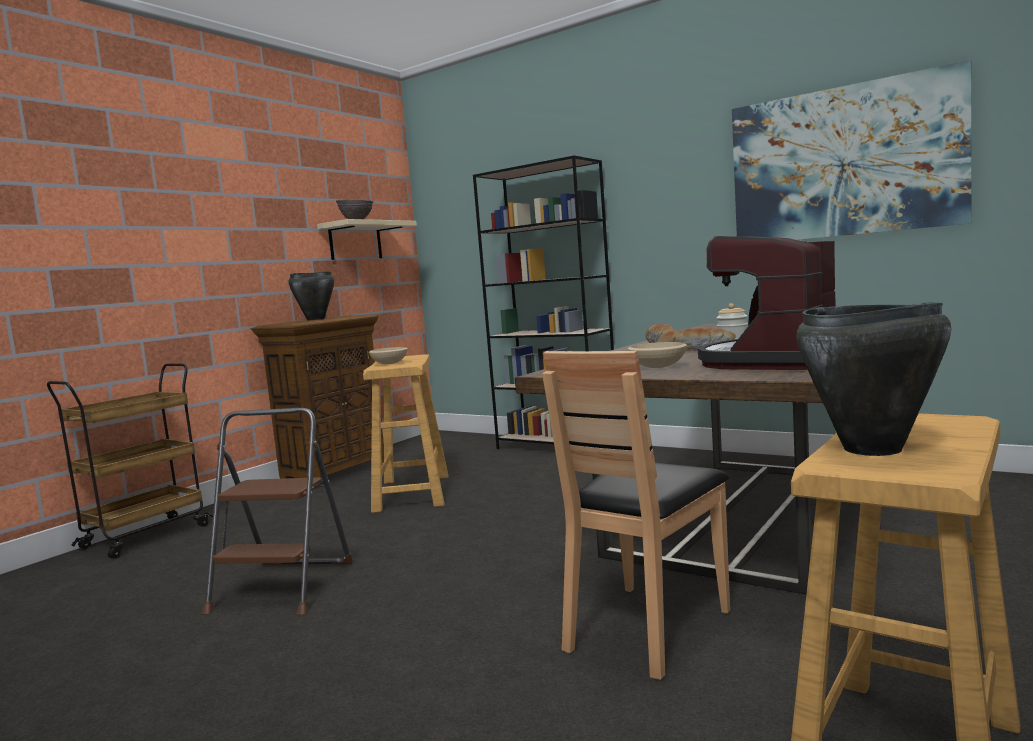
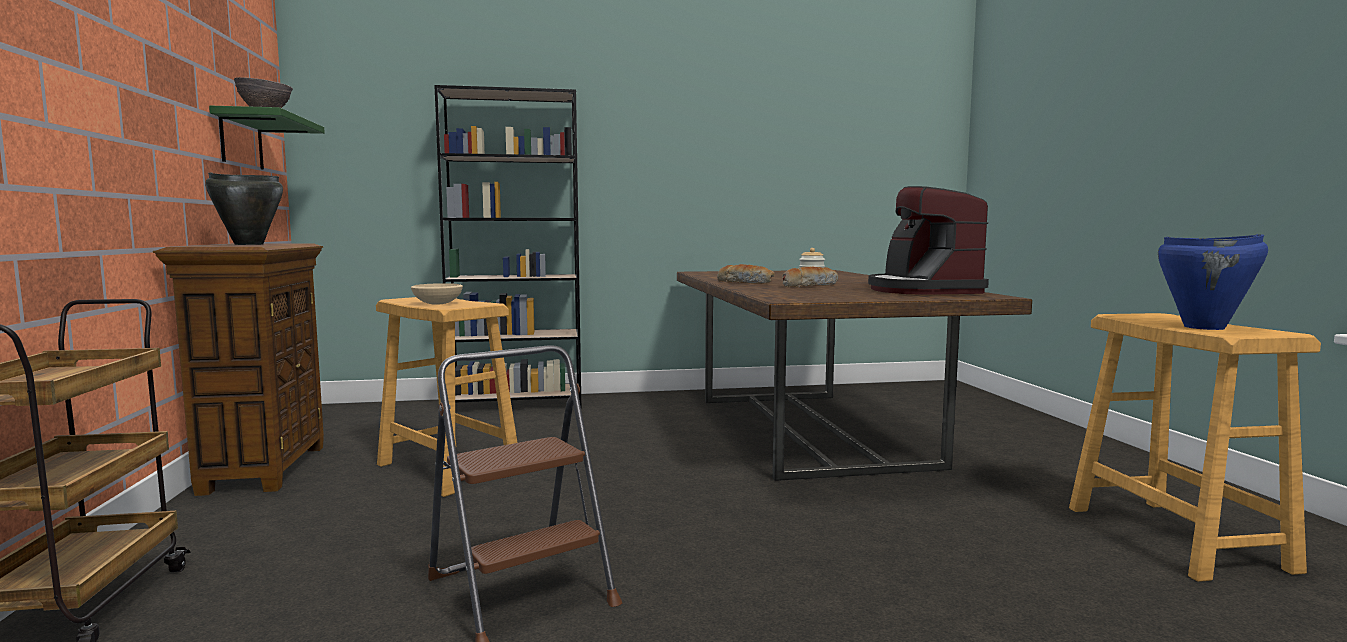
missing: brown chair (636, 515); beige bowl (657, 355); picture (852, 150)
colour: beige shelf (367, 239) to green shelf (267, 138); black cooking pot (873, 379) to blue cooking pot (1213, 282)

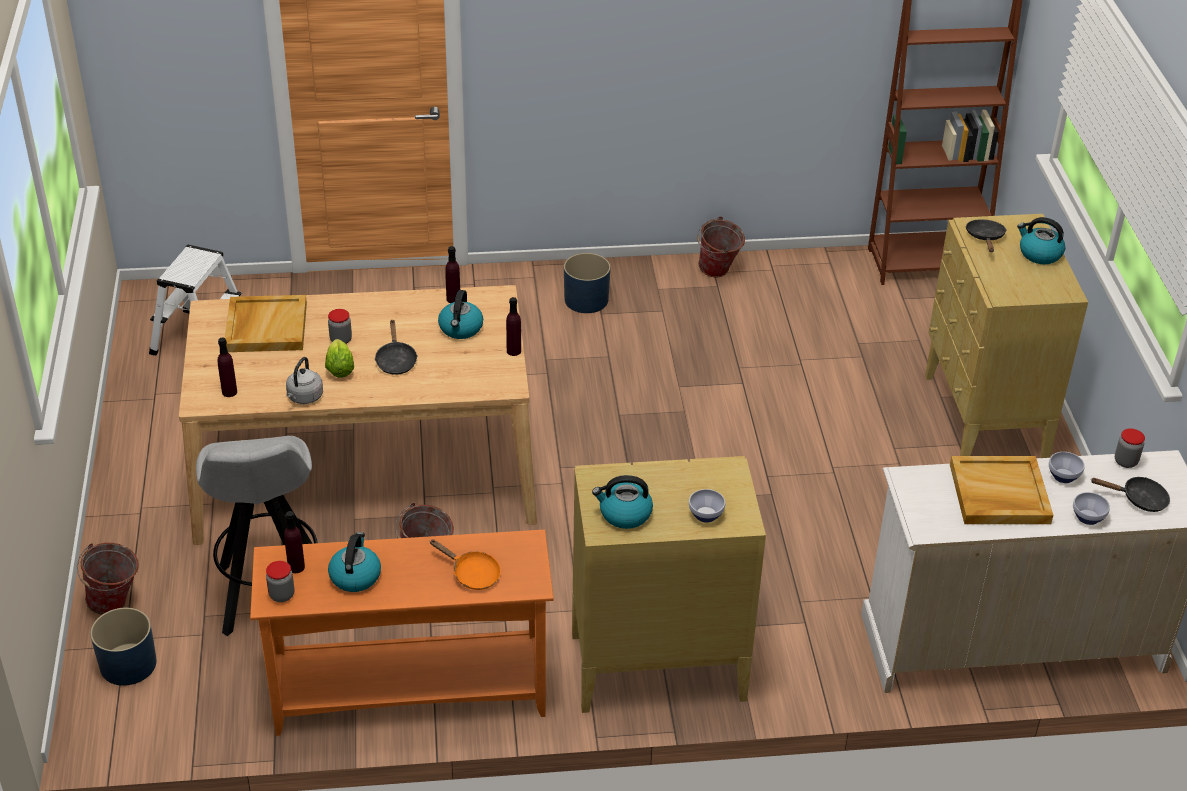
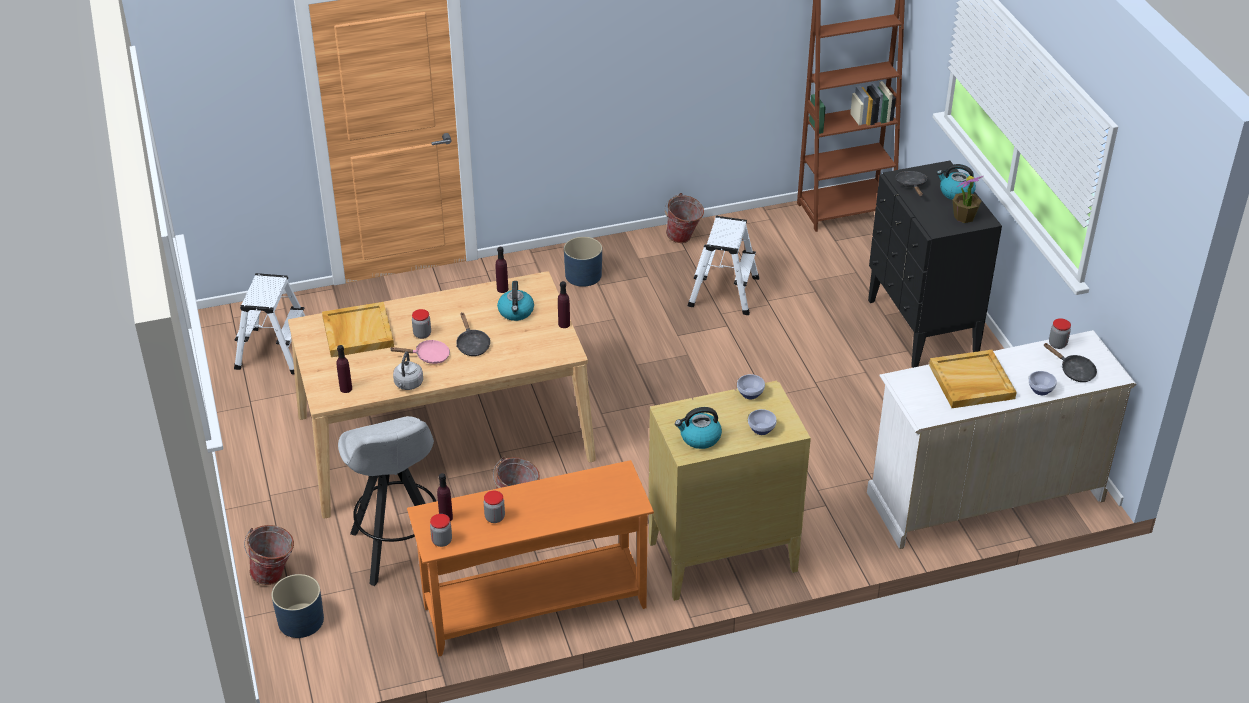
missing: orange frying pan (465, 564)
appeared: white step ladder (723, 265); potted plant (968, 199)
relocated: bowl (1067, 467) to (751, 386)
exchanged: lettuce (339, 358) to pink frying pan (420, 352); kettle (354, 562) to jar (494, 507)
colour: beige dresser (1006, 336) to black dresser (935, 264)
spun: black frying pan (1130, 494) = (1070, 362) 45 degrees clockwise

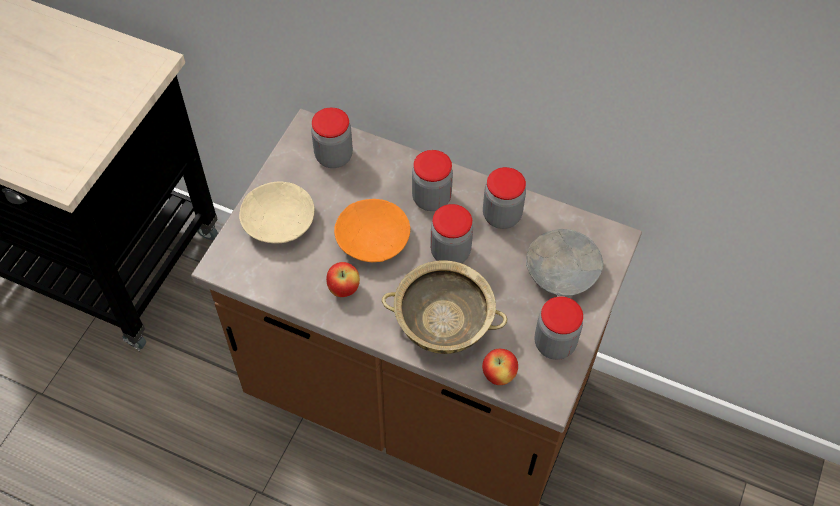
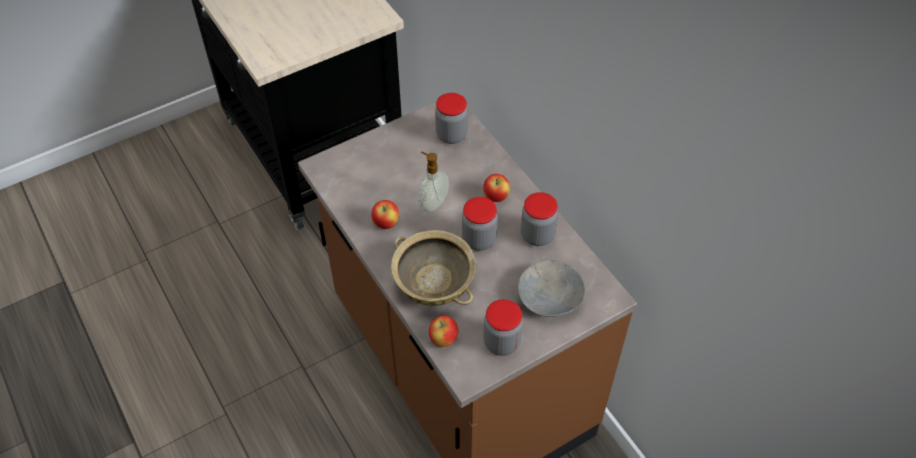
missing: beige bowl (277, 212)
exchanged: orange bowl (372, 230) to soap dispenser (433, 182); jar (432, 180) to apple (496, 188)

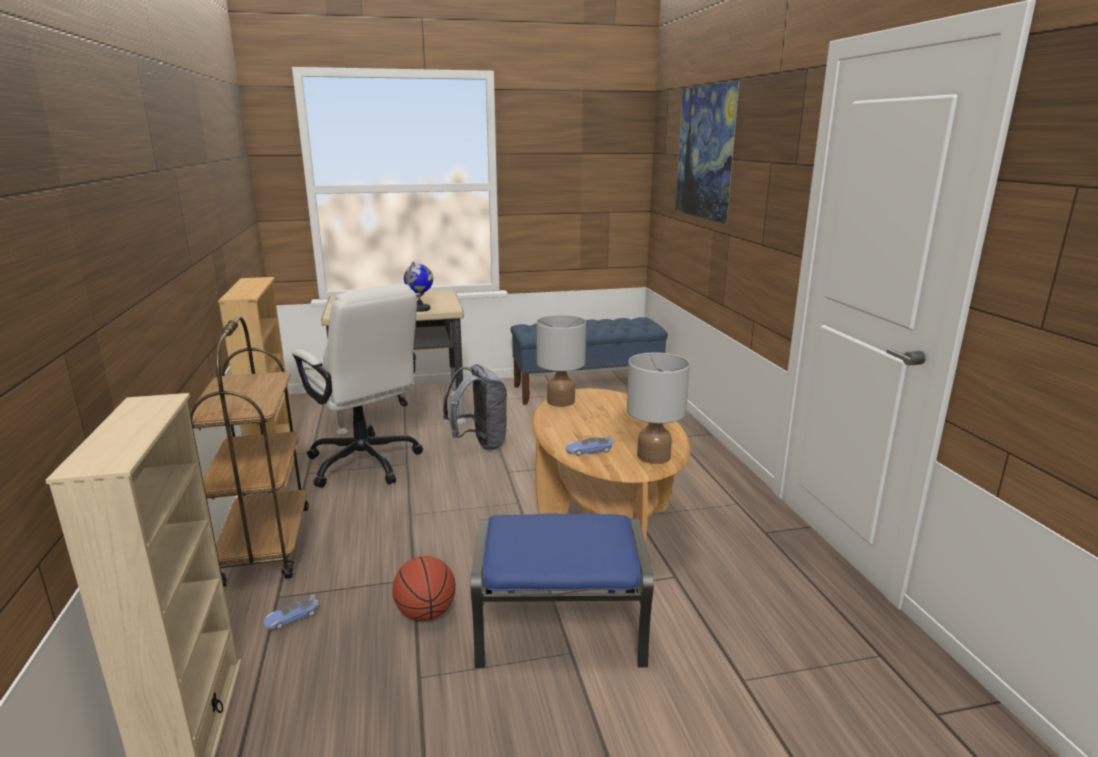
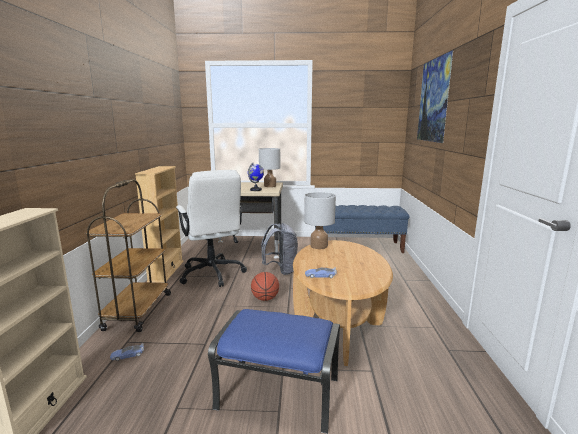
relocated: basketball (424, 588) to (265, 286); grey table lamp (658, 408) to (269, 167)

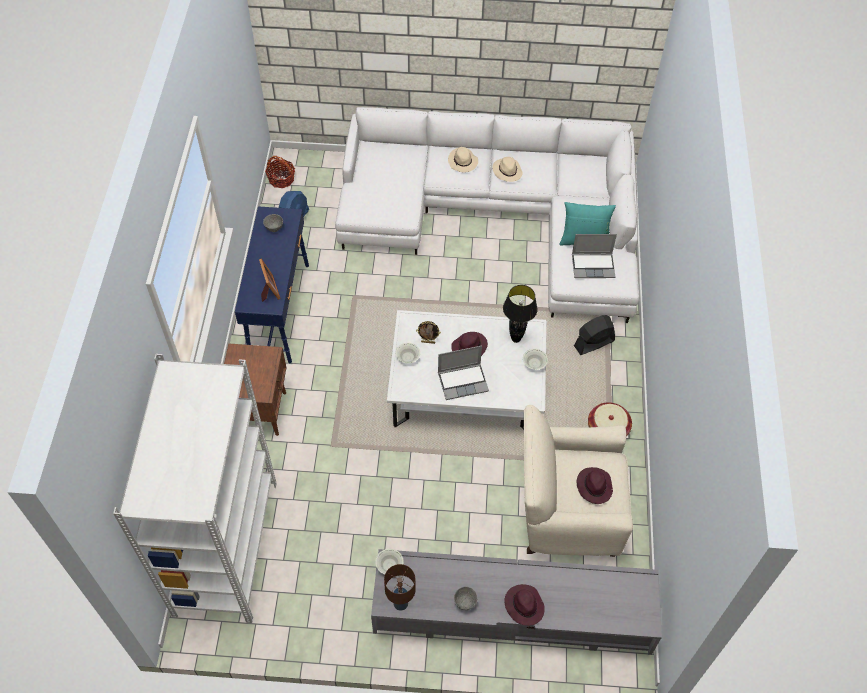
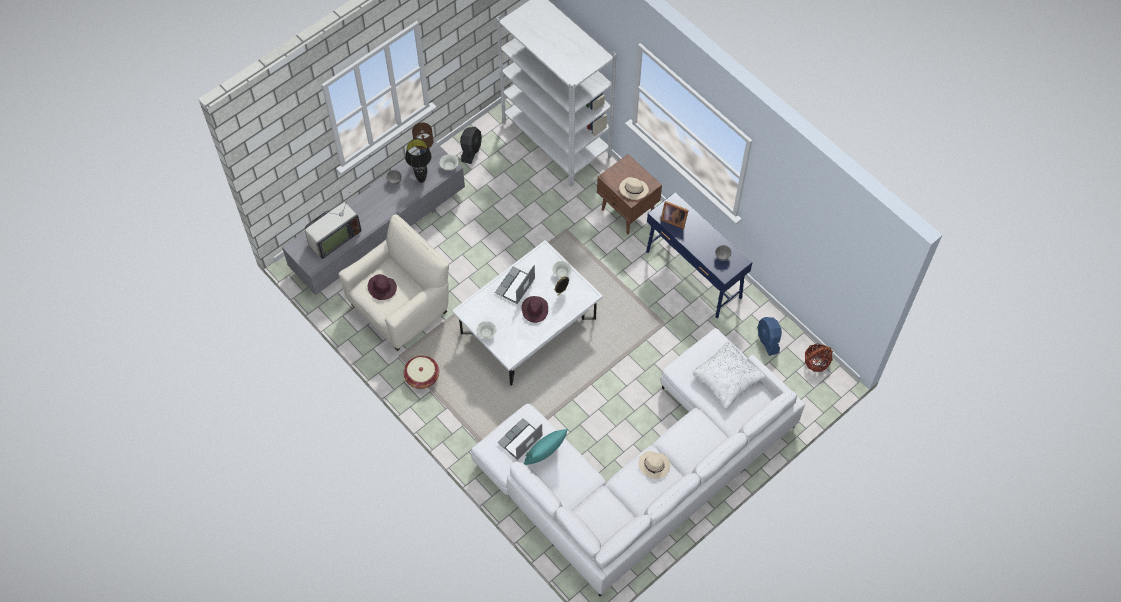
missing: purple hat (524, 605)
appeared: television (333, 226); white pillow (728, 375)
relocated: beige hat (463, 159) to (634, 188); black table lamp (520, 314) to (418, 161); black fan (594, 335) to (471, 145)

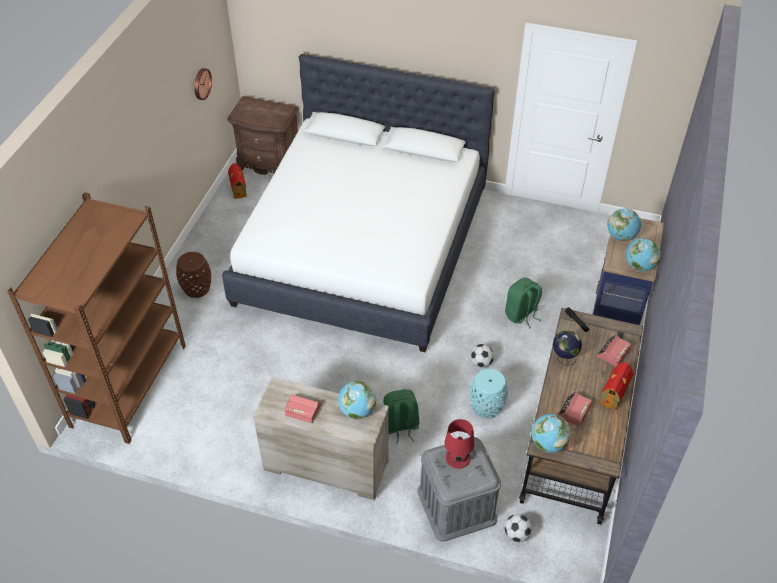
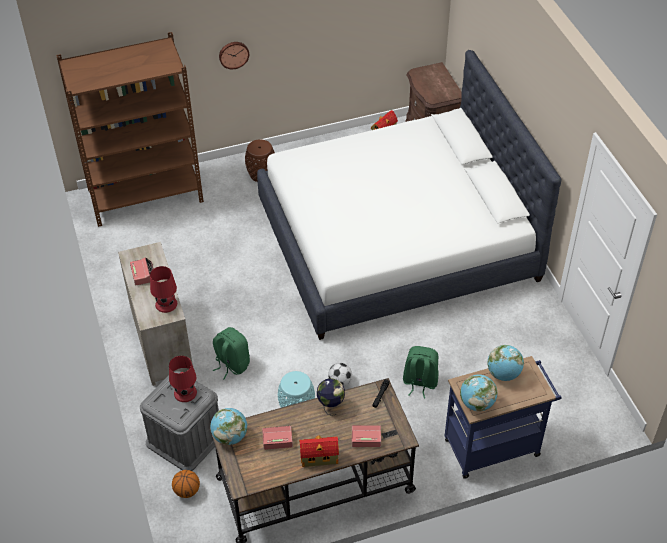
relocated: wall clock (203, 84) to (234, 55)
exchanged: globe (357, 400) to red table lamp (163, 289); football (518, 528) to basketball (186, 484)

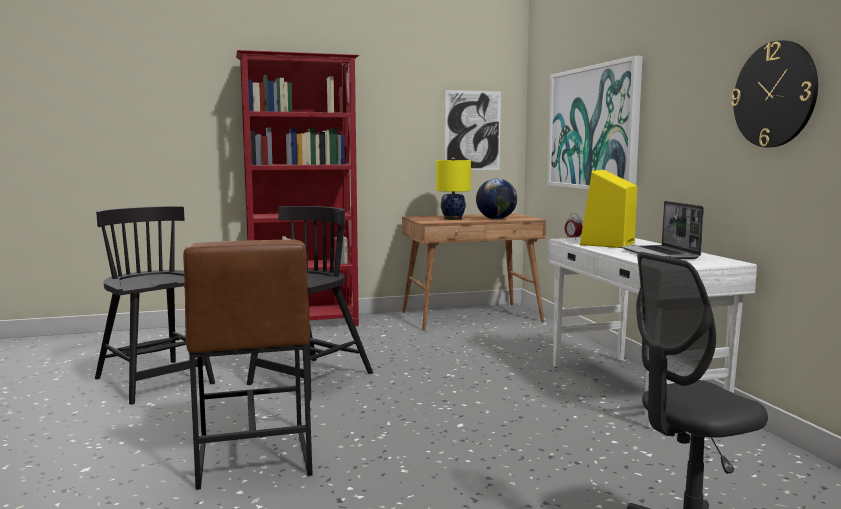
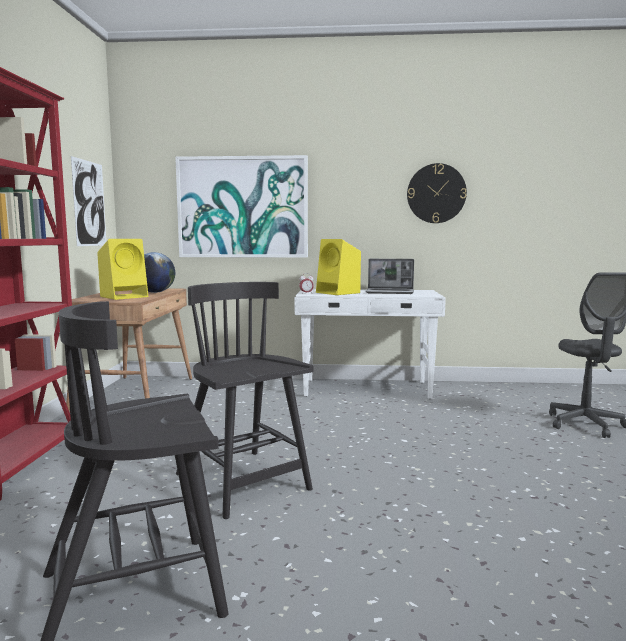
missing: brown chair (247, 365)
exchanged: yellow table lamp (453, 188) to yellow speaker (122, 269)

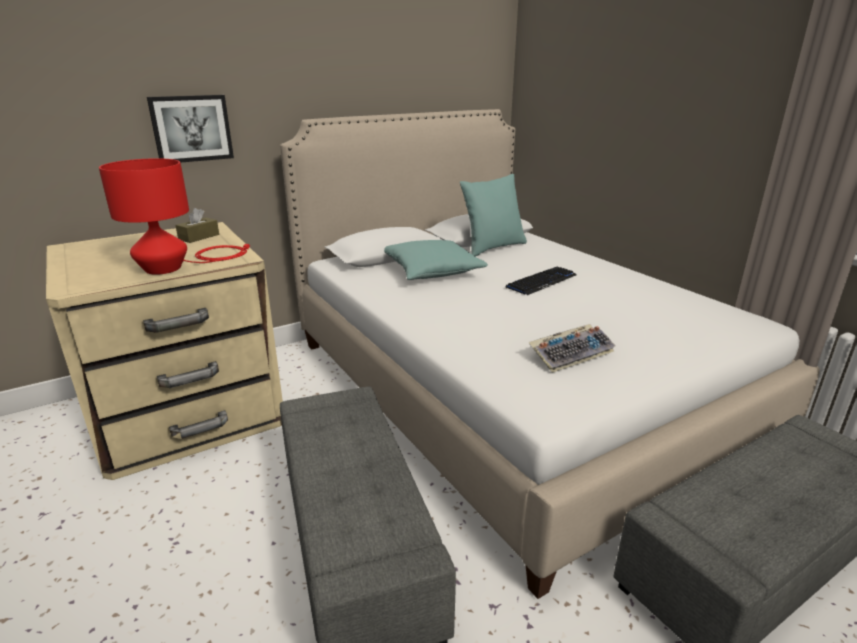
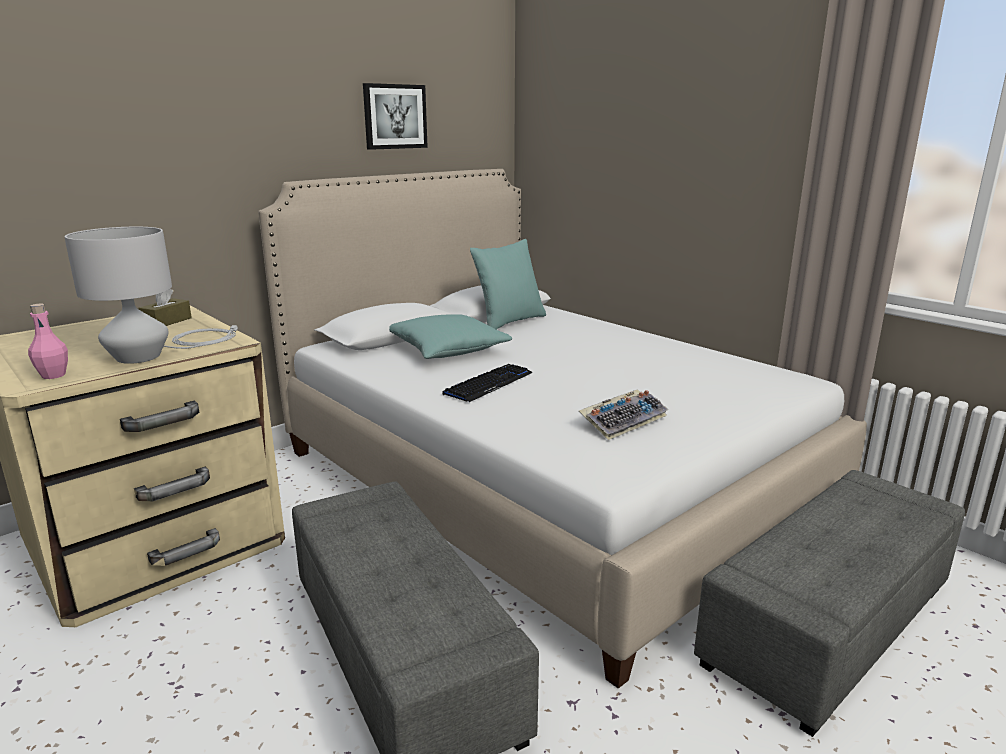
appeared: pink bottle (48, 341)
relocated: picture (190, 129) to (395, 116); keyboard (541, 281) to (487, 383)
colour: red table lamp (174, 216) to white table lamp (151, 295)

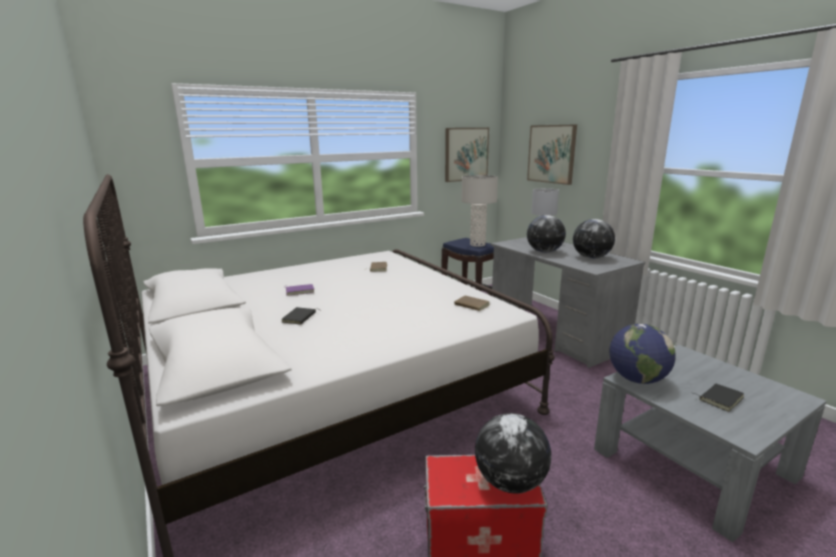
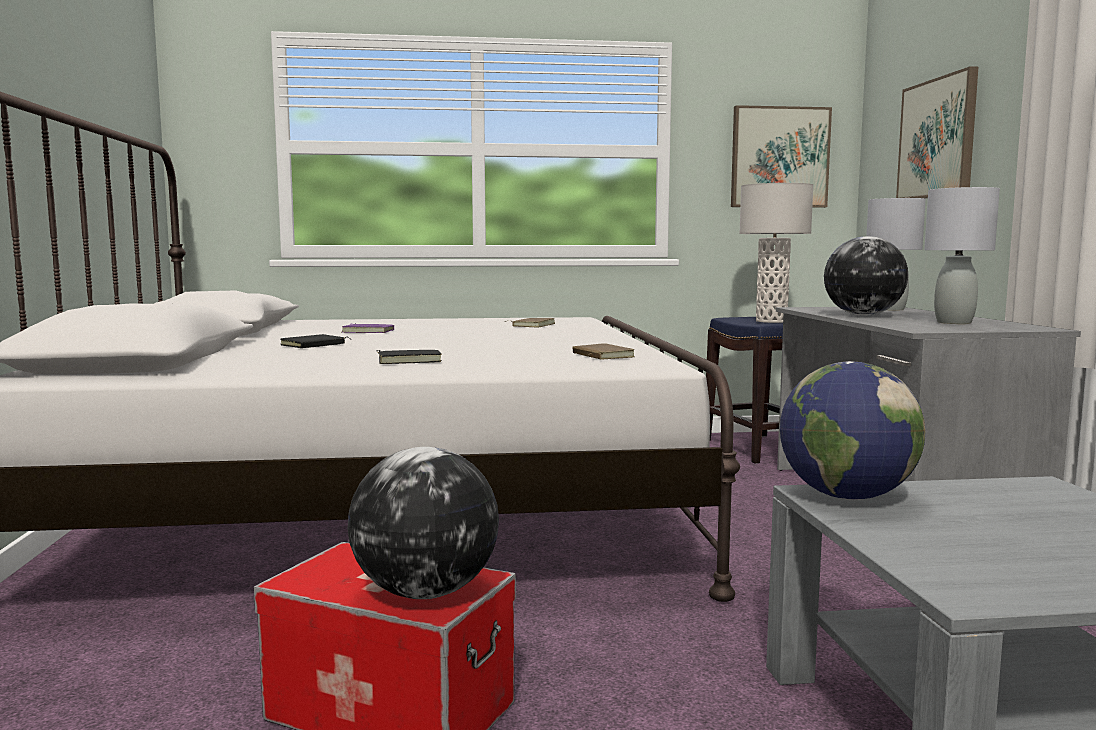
relocated: black book (719, 397) to (409, 357)
exchanged: globe (594, 239) to grey table lamp (962, 255)

